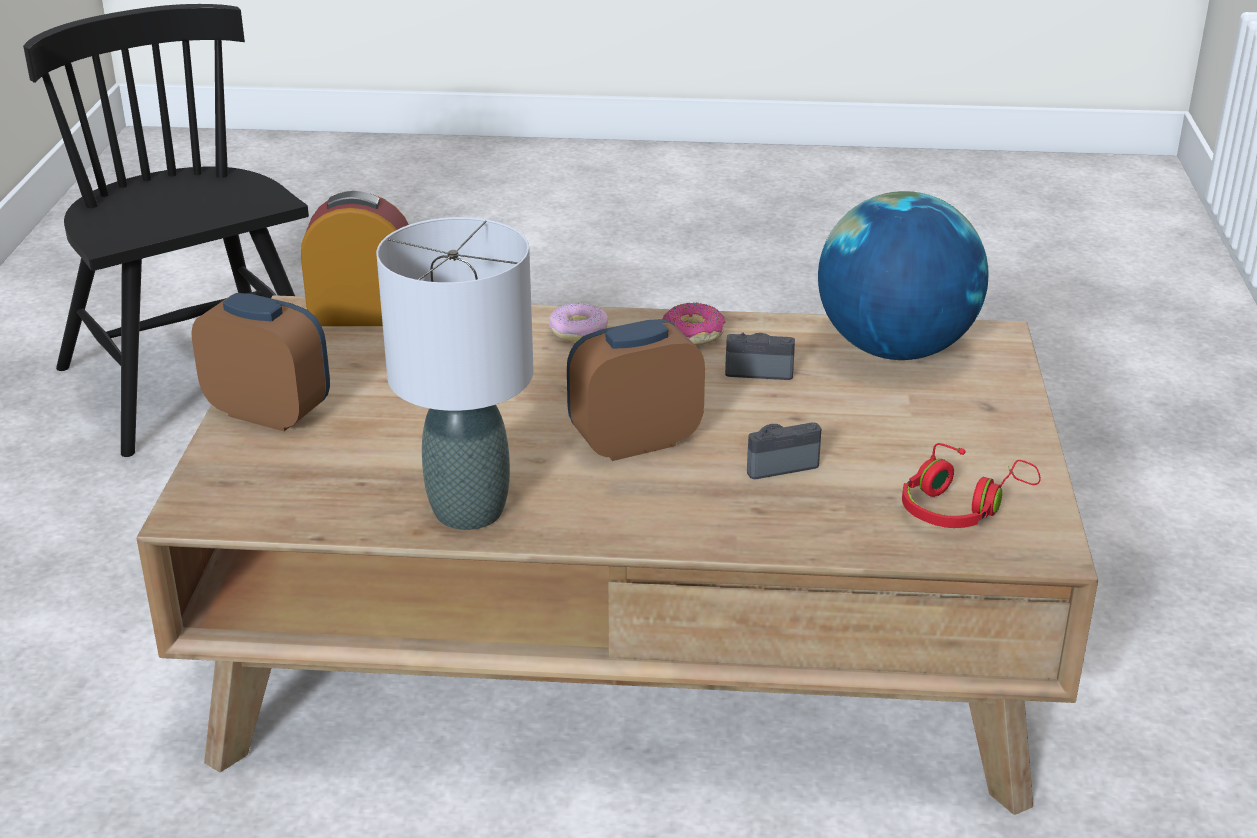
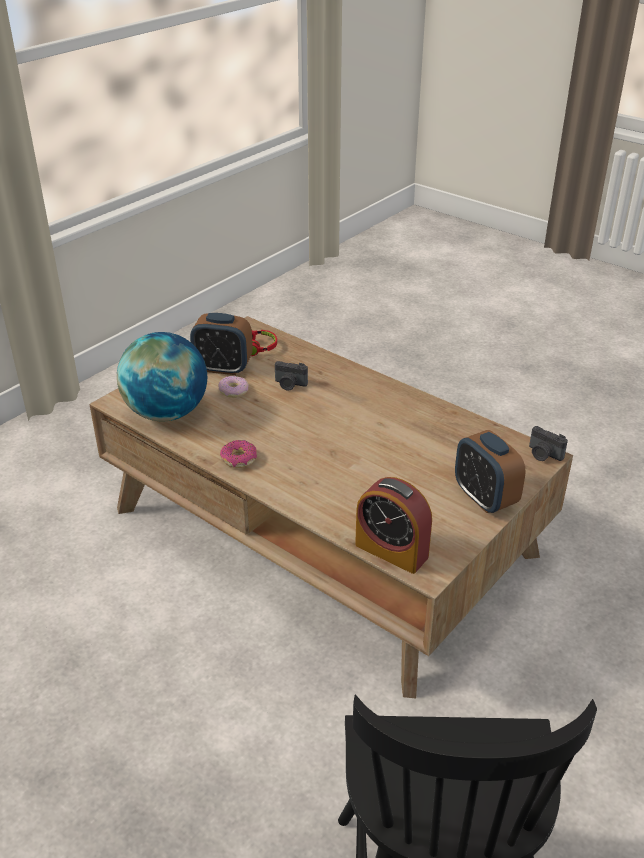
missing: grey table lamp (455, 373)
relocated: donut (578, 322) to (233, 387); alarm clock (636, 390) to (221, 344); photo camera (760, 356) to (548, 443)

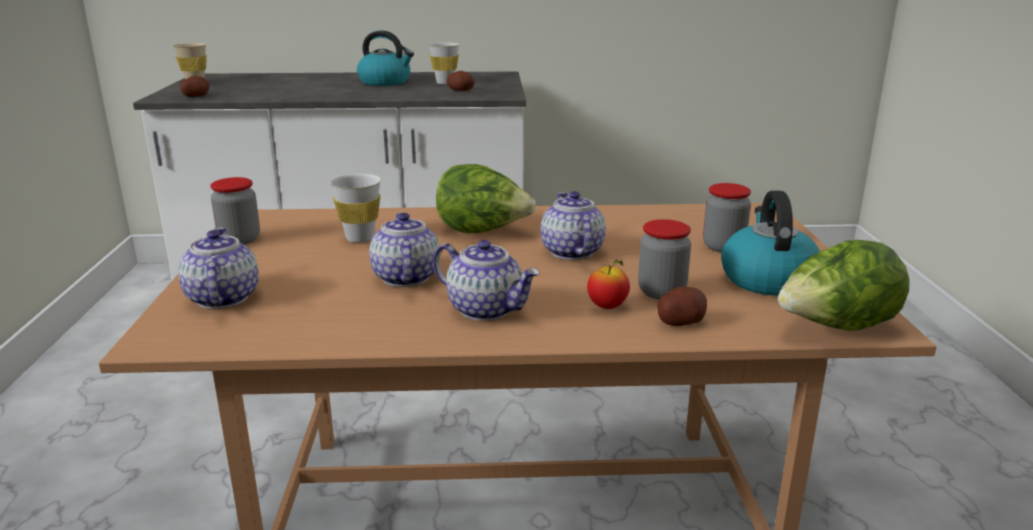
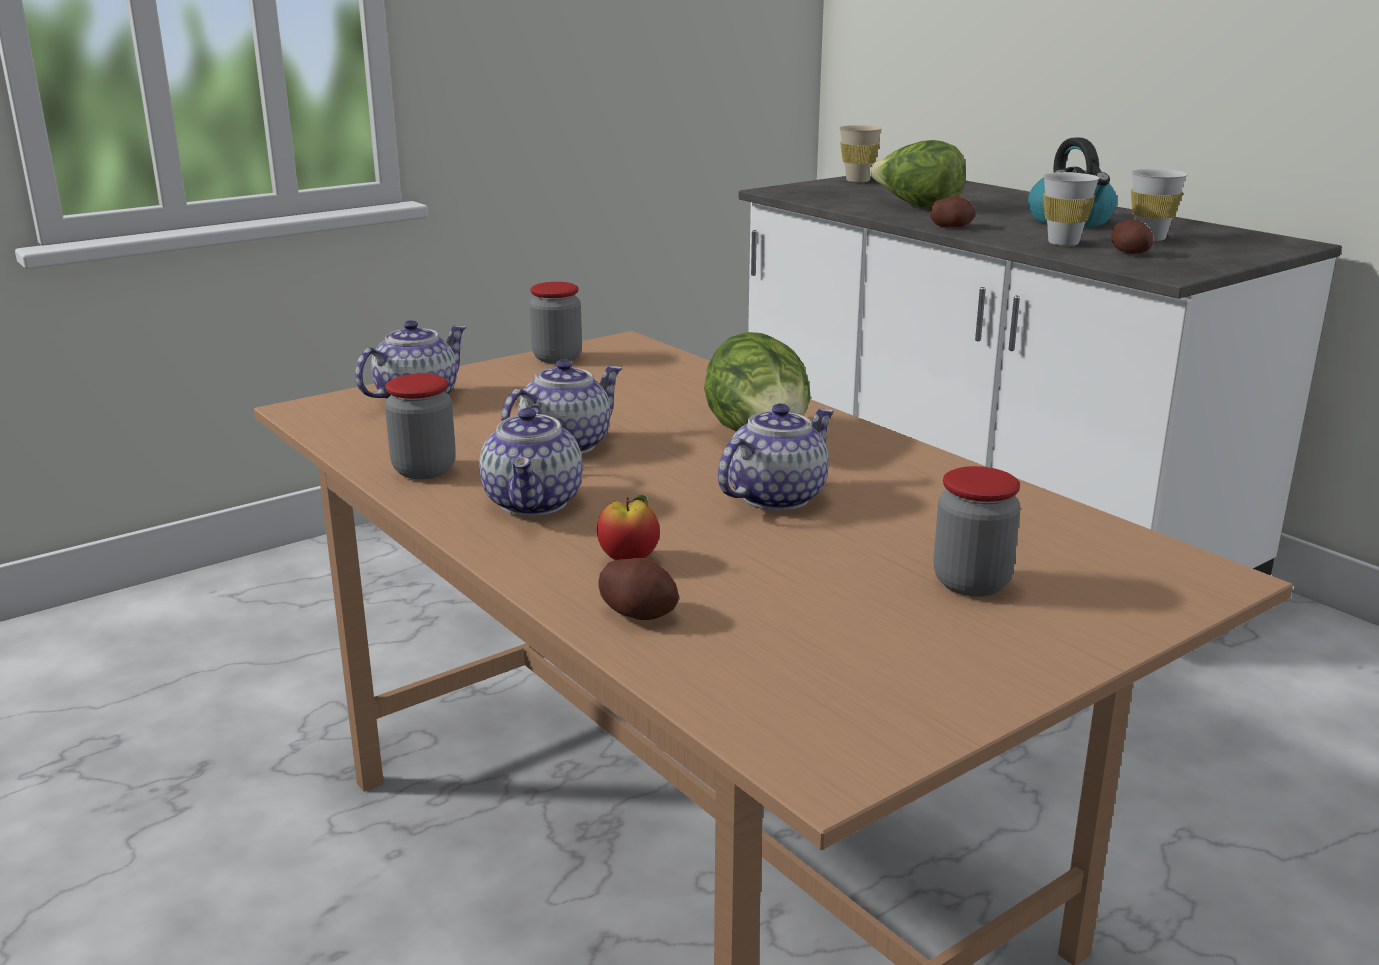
missing: kettle (770, 243)
relocated: potato (194, 86) to (953, 211); white cup (355, 208) to (1071, 209); jar (664, 259) to (420, 426); lettuce (843, 285) to (918, 174)

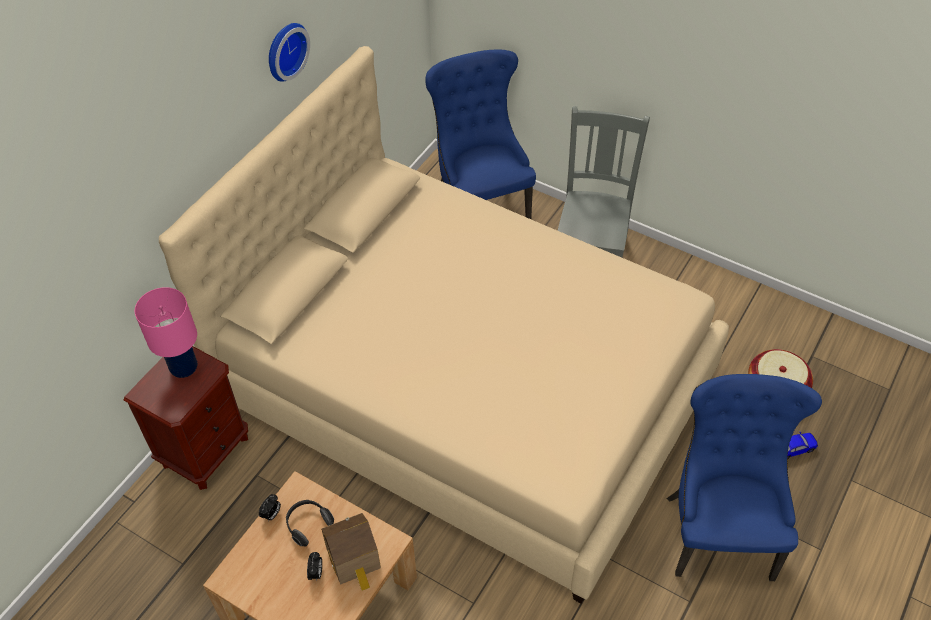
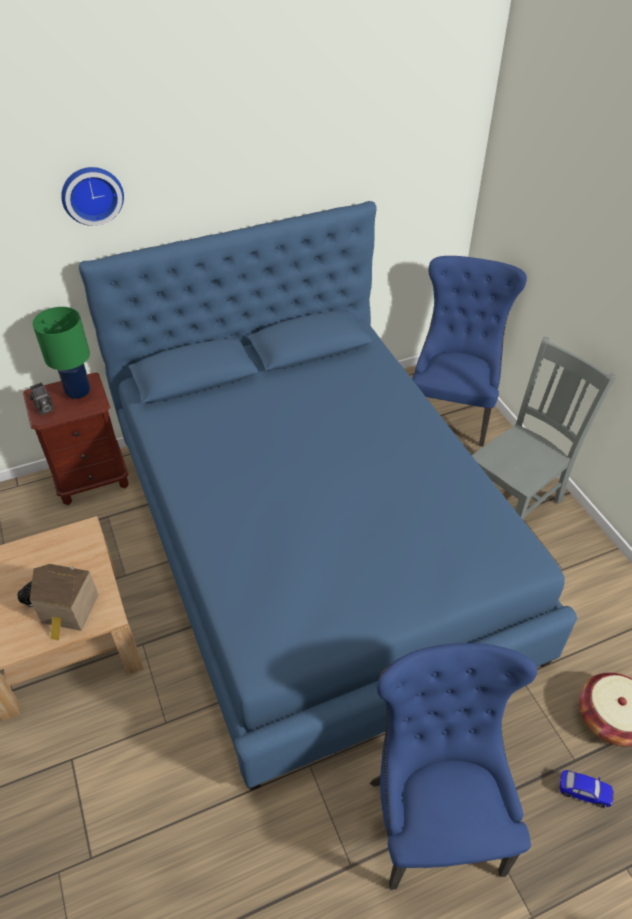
missing: alarm clock (270, 507); headphones (310, 523)
appeared: photo camera (41, 398)
relocated: wall clock (289, 52) to (92, 196)
colour: pink table lamp (166, 332) to green table lamp (61, 353); beige bed (444, 325) to blue bed (328, 495)
spun: blue chair (744, 477) = (453, 766) 45 degrees counterclockwise

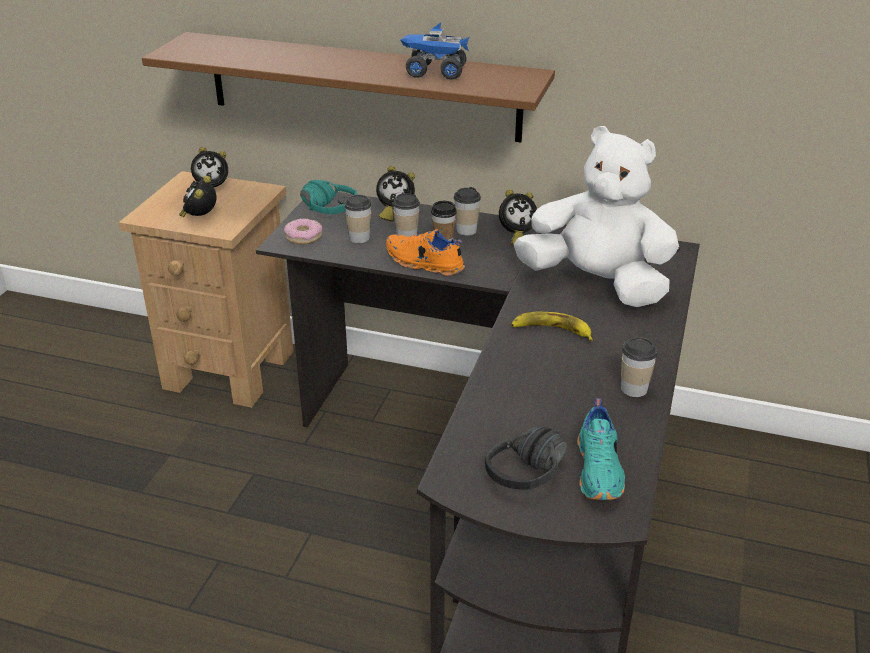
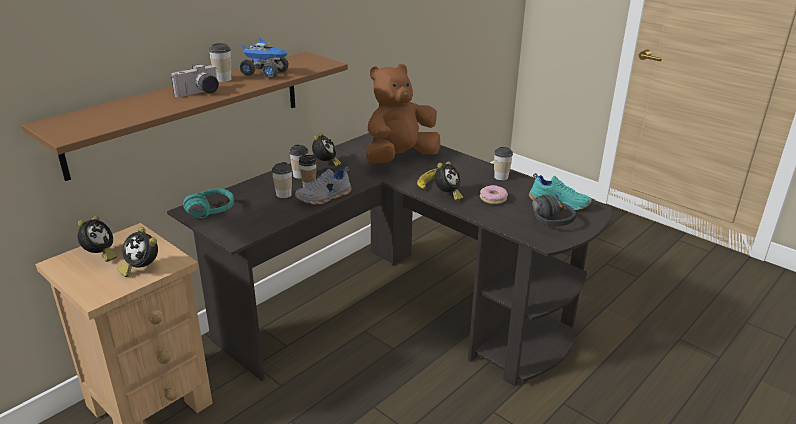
appeared: photo camera (195, 80)
relocated: donut (303, 231) to (494, 194); cup (358, 219) to (220, 62); alarm clock (395, 193) to (449, 181)
colour: orange shoe (425, 252) to grey shoe (323, 186); white plush toy (596, 216) to brown plush toy (403, 114)
spun: toy truck (434, 51) = (264, 57) 105 degrees counterclockwise

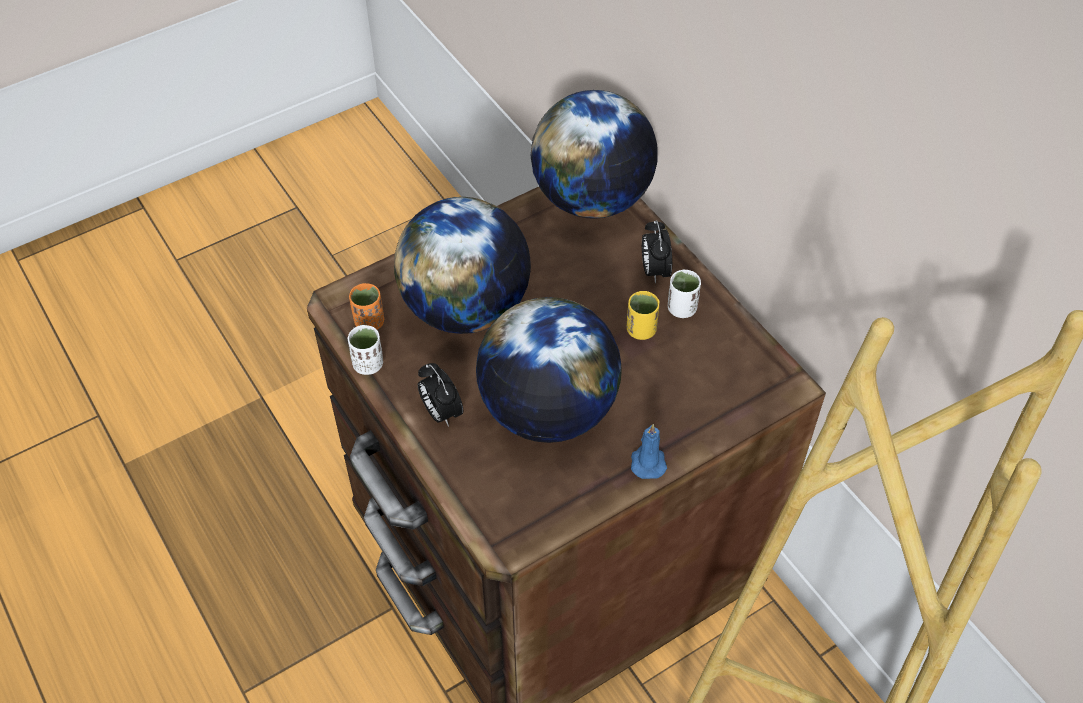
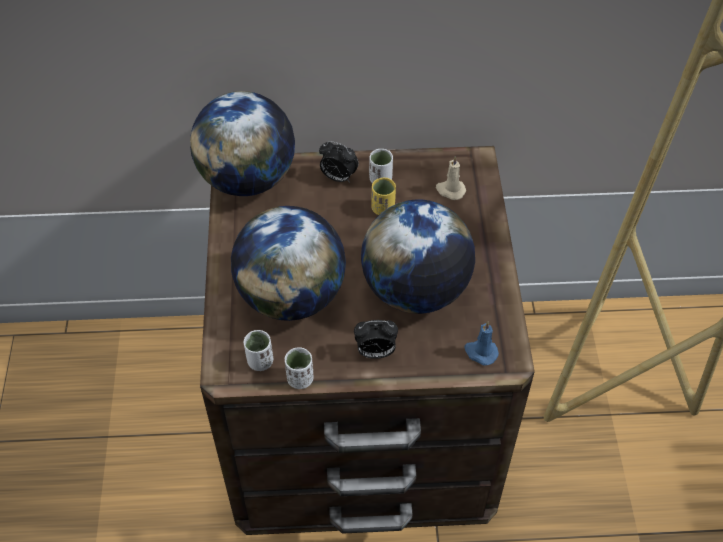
appeared: beige candle (451, 178)
relocated: blue candle (649, 451) to (482, 343)
colour: orange cup (366, 306) to white cup (258, 350)

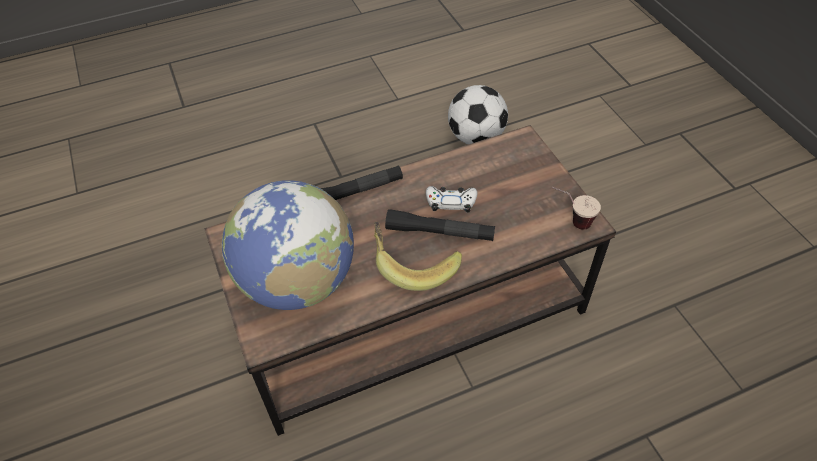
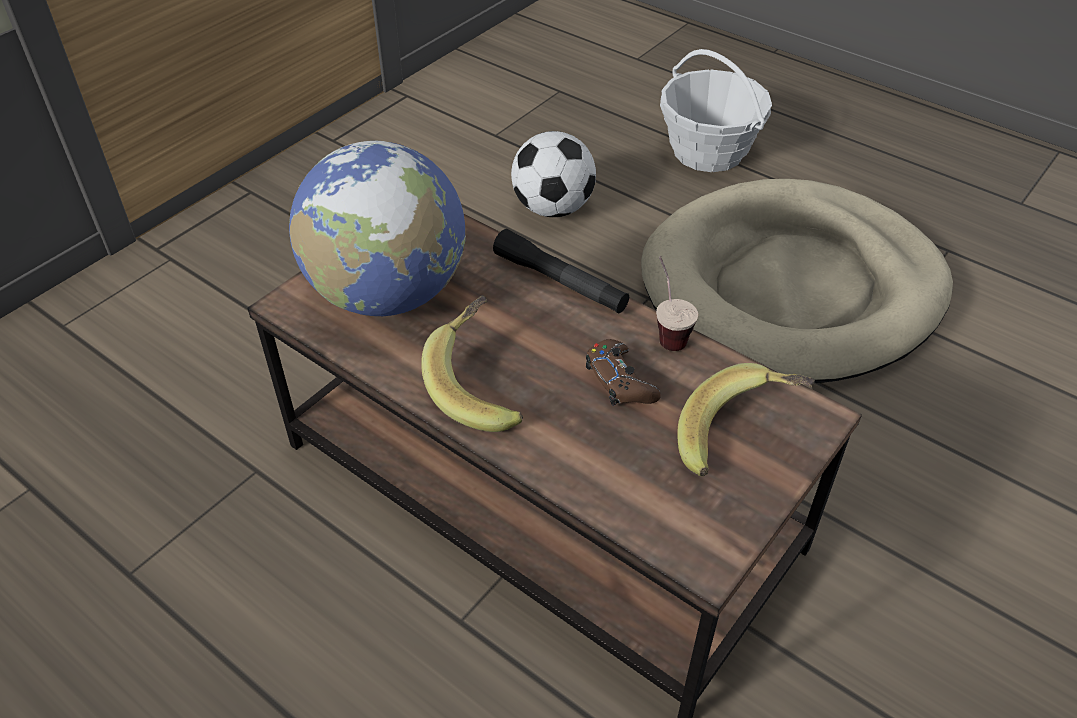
missing: black flashlight (440, 225)
appeared: beige dog bed (797, 281); basket (716, 110); banana (746, 419)
relocated: football (478, 114) to (553, 174); cup (576, 208) to (677, 303)
colour: white game controller (452, 199) to brown game controller (623, 372)

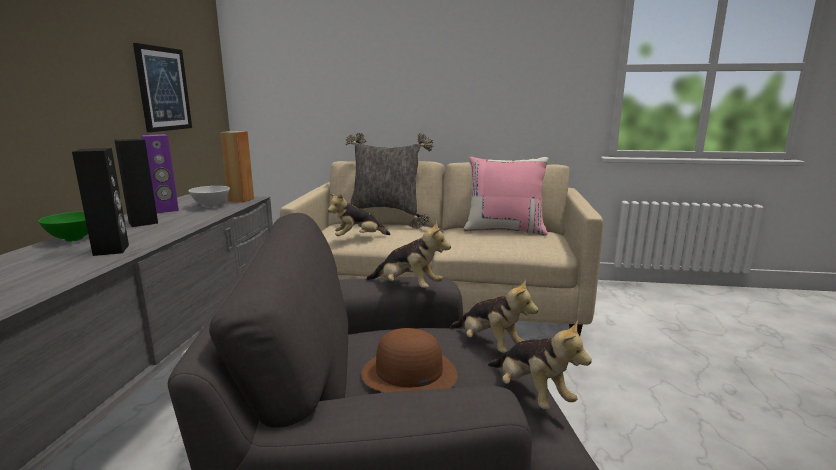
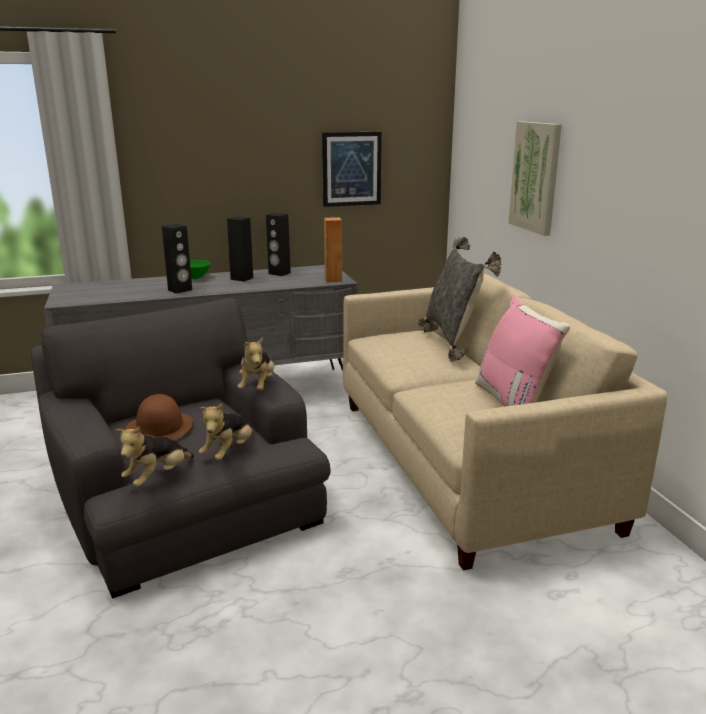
missing: white bowl (209, 197); plush toy (359, 215)
appeared: picture (535, 178)
colour: purple speaker (160, 173) to black speaker (278, 244)

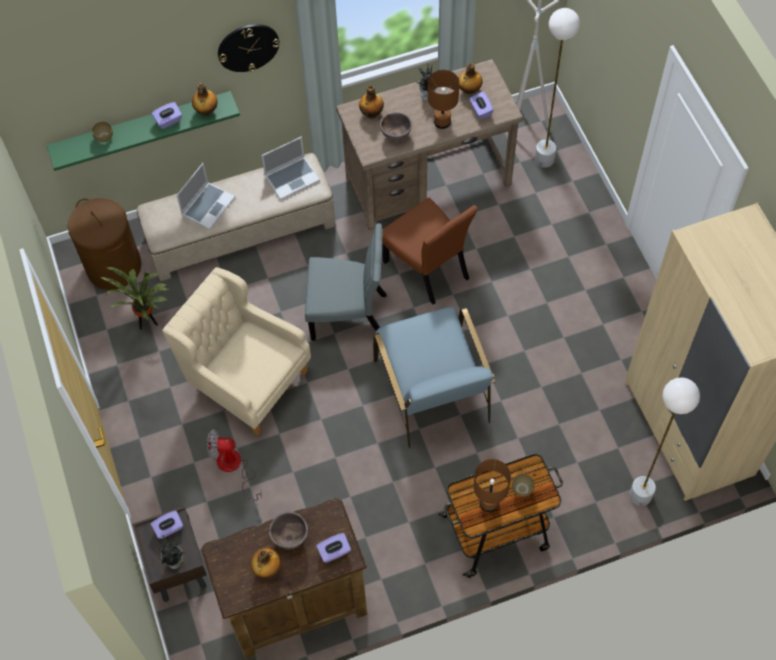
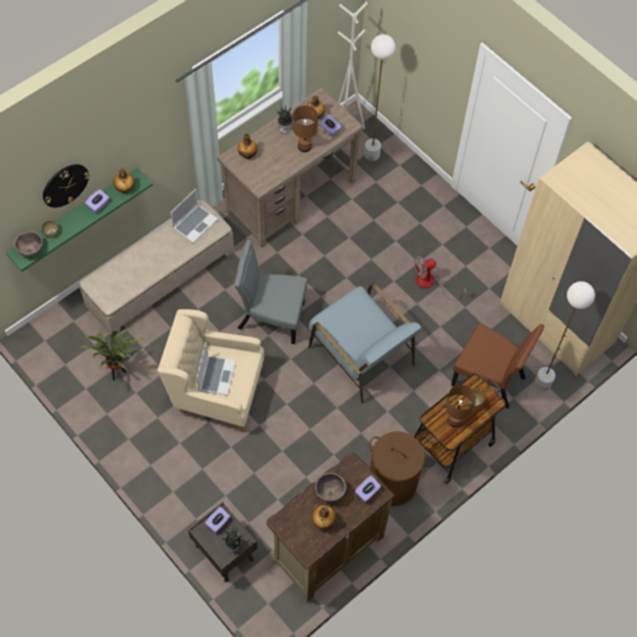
relocated: brown laundry basket (105, 244) to (398, 468); laptop (205, 196) to (216, 369); fan (234, 465) to (440, 278); wall clock (249, 48) to (66, 186); brown bowl (396, 126) to (28, 244); brown chair (430, 251) to (497, 366)
spun: grey chair (346, 282) = (270, 292) 150 degrees counterclockwise

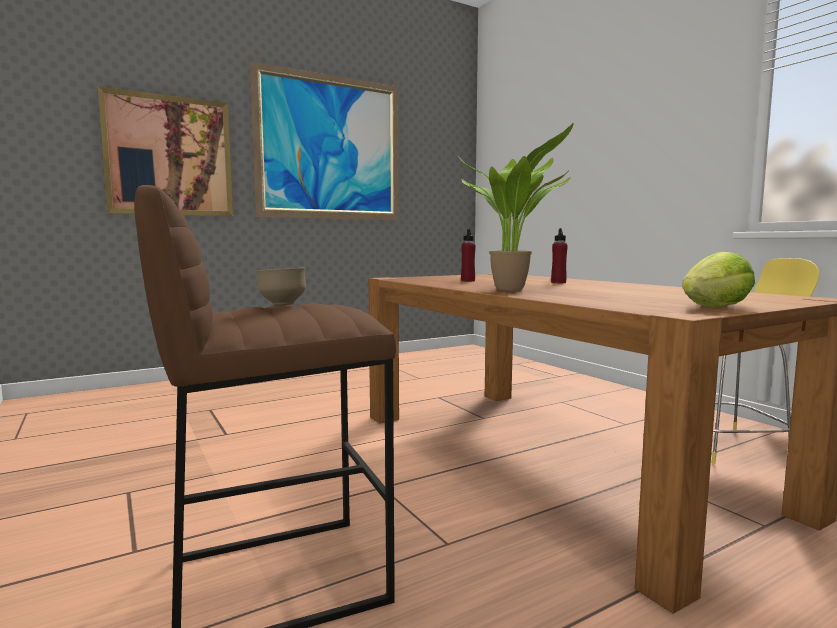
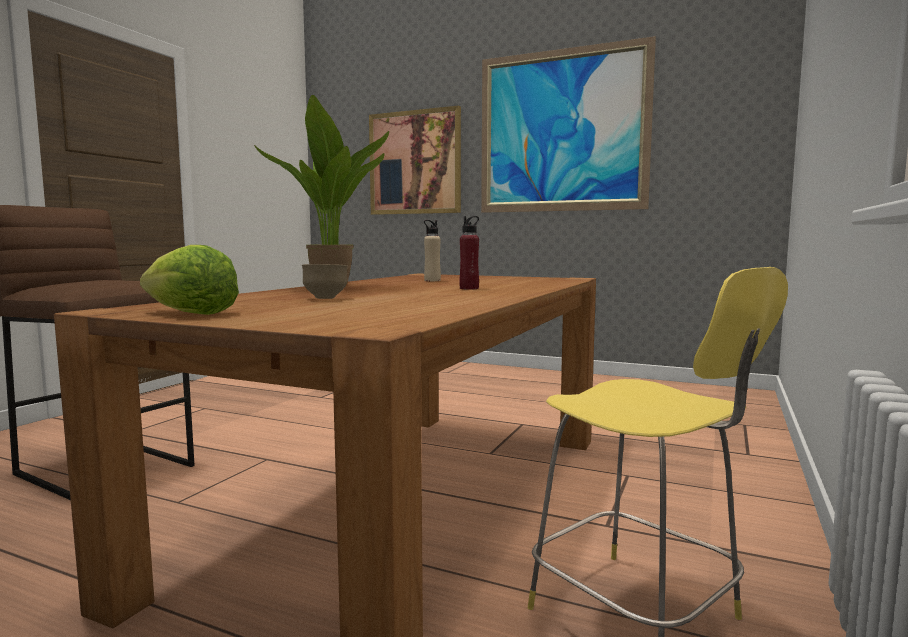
relocated: brown bowl (281, 287) to (325, 281)
colour: red bottle (468, 255) to beige bottle (432, 250)

